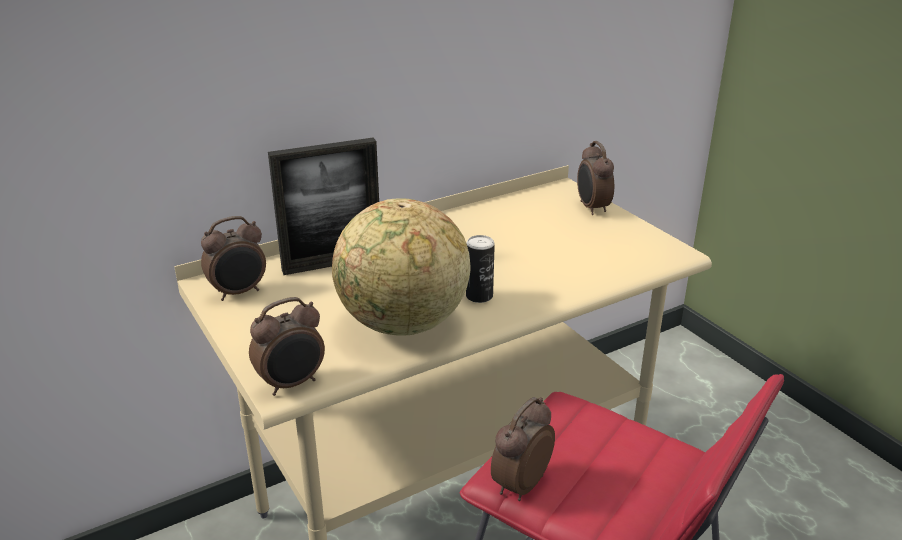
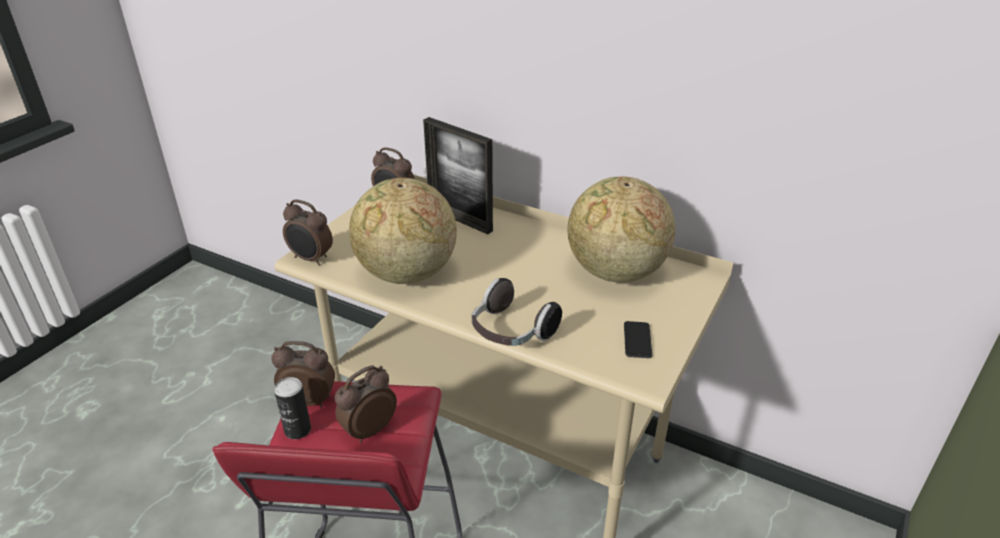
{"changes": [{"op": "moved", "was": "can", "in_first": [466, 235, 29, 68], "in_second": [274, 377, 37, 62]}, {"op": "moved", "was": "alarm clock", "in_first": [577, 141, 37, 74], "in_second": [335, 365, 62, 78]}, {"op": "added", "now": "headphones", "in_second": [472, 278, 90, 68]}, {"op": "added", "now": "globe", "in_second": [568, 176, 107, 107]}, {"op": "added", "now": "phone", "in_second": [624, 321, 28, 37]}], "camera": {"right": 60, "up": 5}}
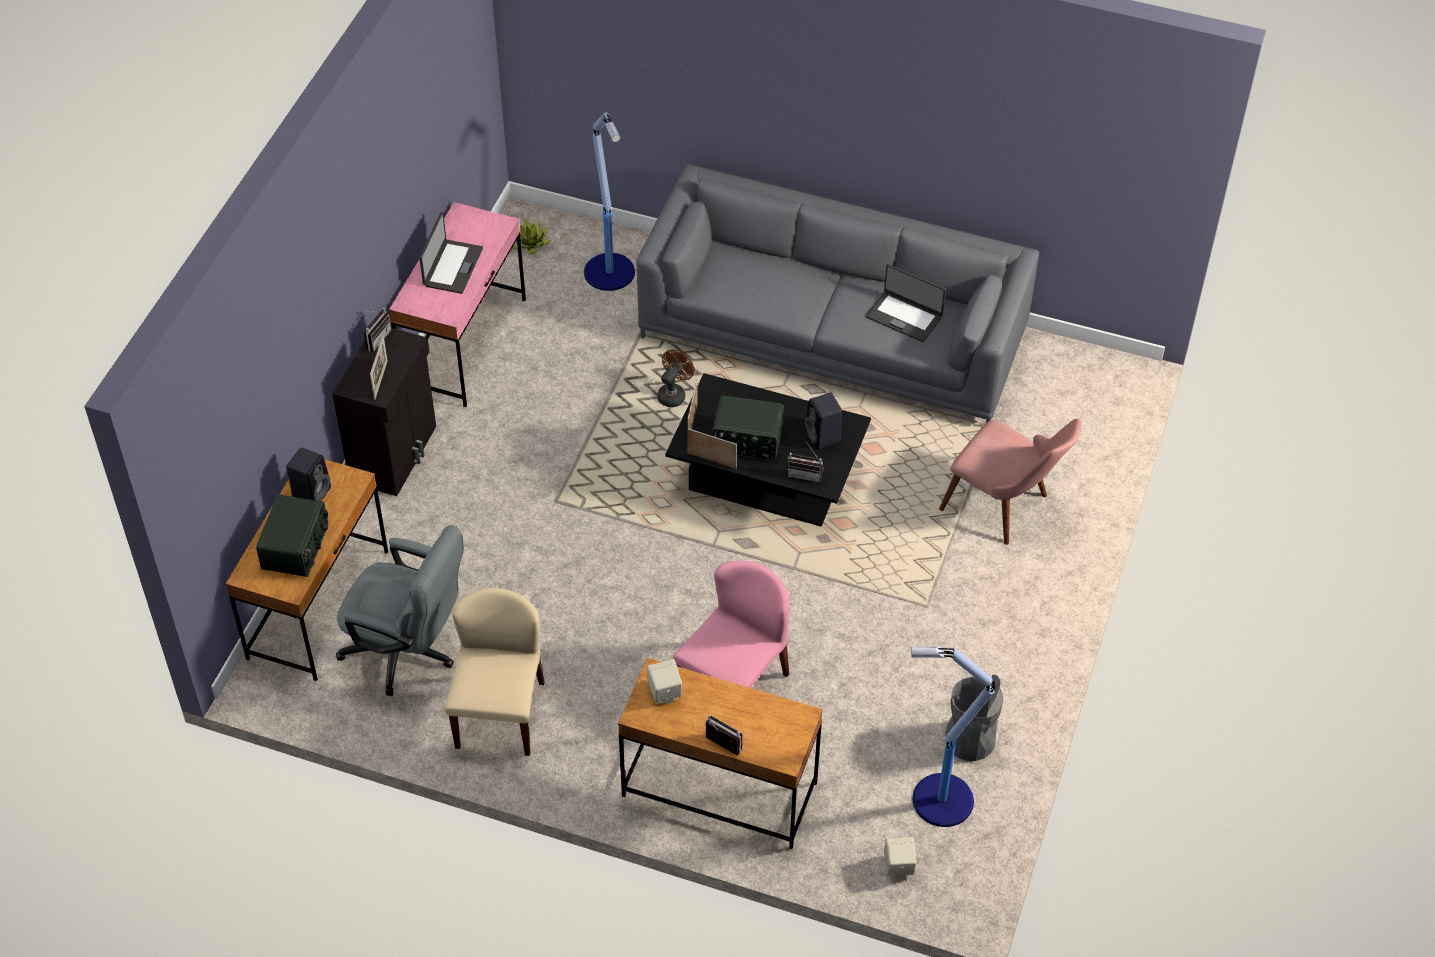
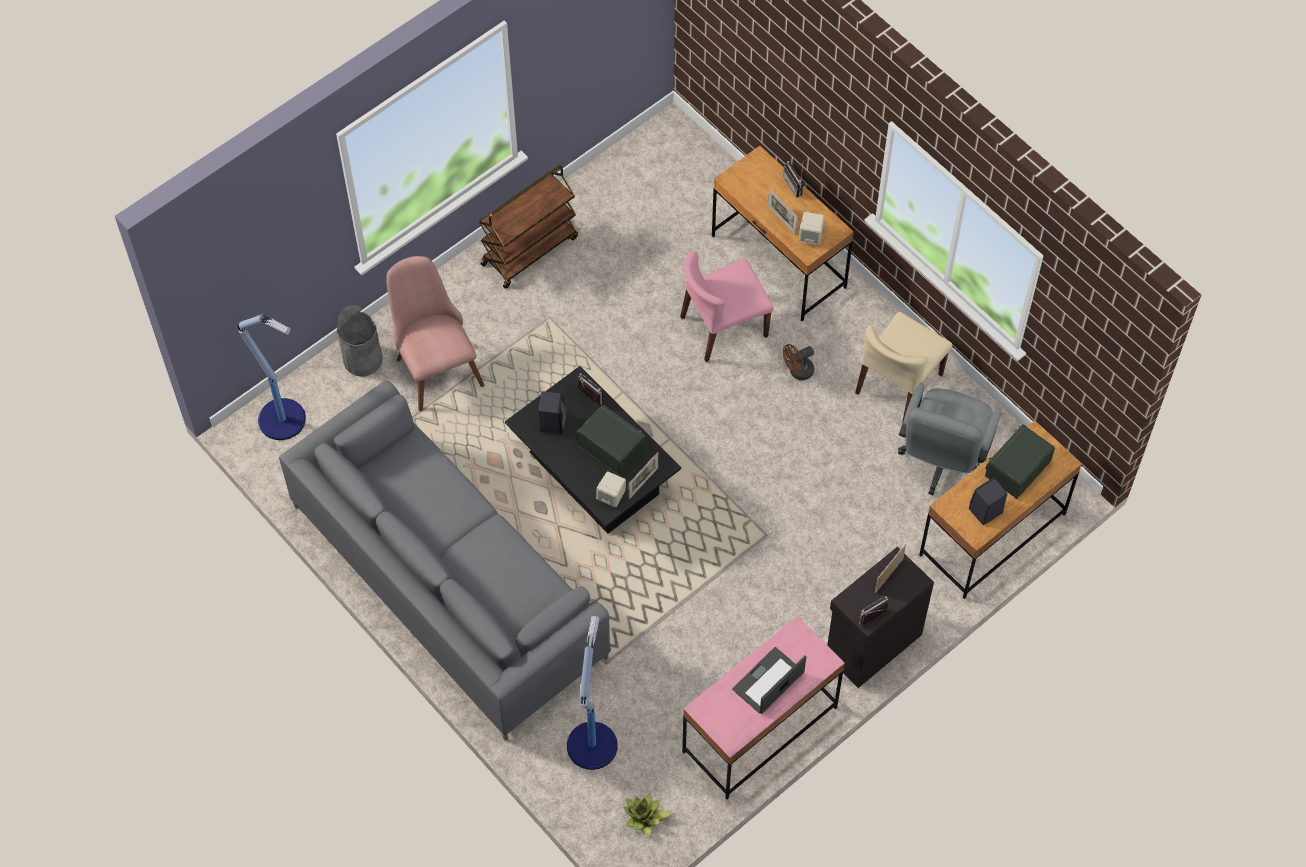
{"changes": [{"op": "turned", "was": "office chair (grey)", "in_first": [336, 525, 128, 171], "in_second": [898, 383, 103, 112], "clockwise": -120}, {"op": "moved", "was": "fan (brown)", "in_first": [657, 350, 38, 57], "in_second": [783, 344, 32, 36]}, {"op": "moved", "was": "picture frame", "in_first": [688, 429, 49, 39], "in_second": [768, 188, 30, 47]}, {"op": "removed", "was": "laptop", "in_first": [866, 264, 80, 78]}, {"op": "moved", "was": "speaker (beige)", "in_first": [884, 837, 32, 42], "in_second": [596, 471, 30, 36]}, {"op": "moved", "was": "floor lamp", "in_first": [911, 647, 84, 180], "in_second": [238, 314, 68, 126]}, {"op": "moved", "was": "trash can (grey)", "in_first": [945, 675, 58, 86], "in_second": [337, 305, 46, 71]}, {"op": "added", "now": "cart (brown)", "in_second": [479, 165, 99, 124]}], "camera": {"right": -150, "up": 10}}
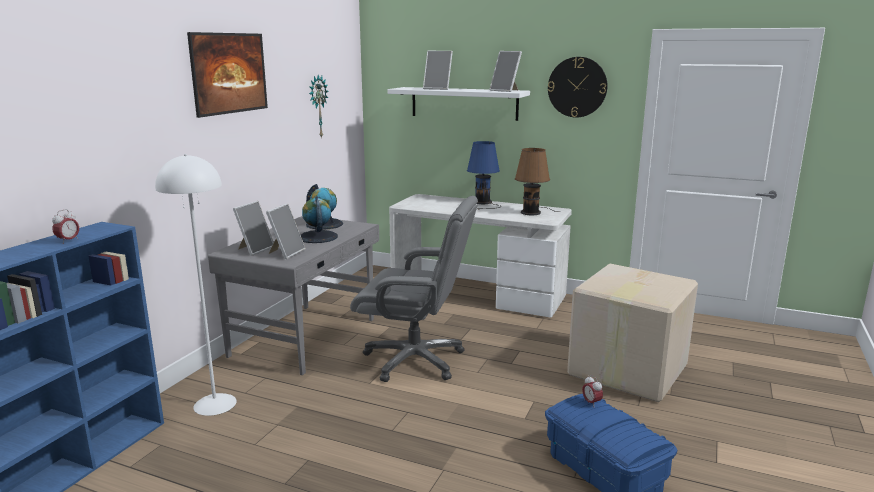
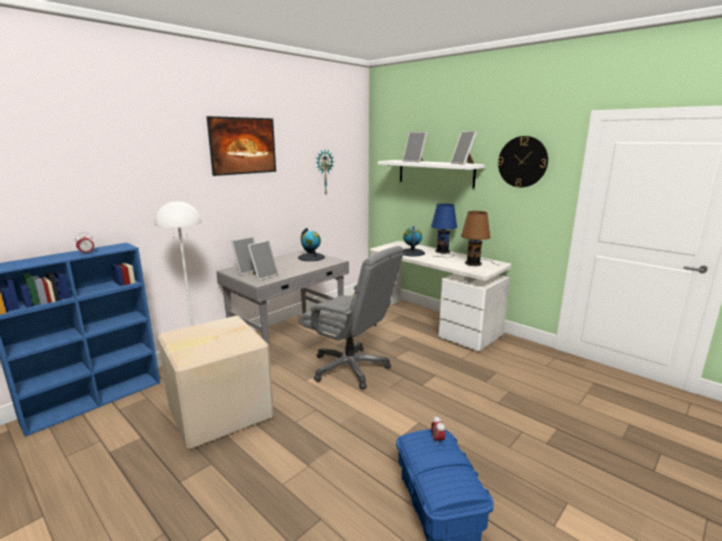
{"changes": [{"op": "moved", "was": "globe", "in_first": [301, 196, 37, 47], "in_second": [403, 226, 22, 31]}, {"op": "moved", "was": "cardboard box", "in_first": [567, 263, 131, 139], "in_second": [157, 315, 117, 134]}], "camera": {"right": 20, "up": 0}}
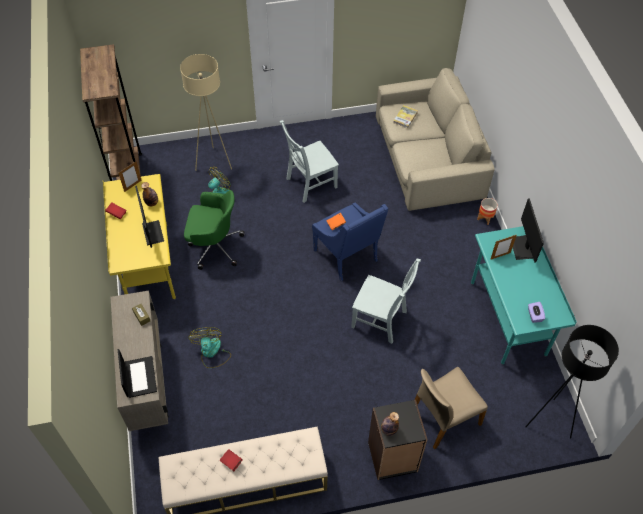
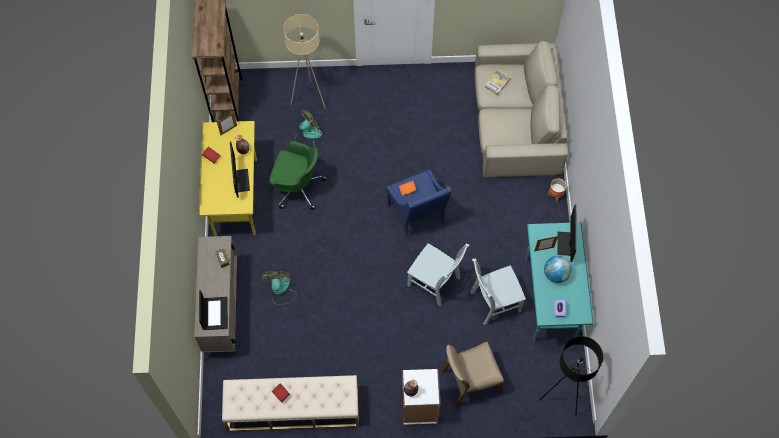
{"changes": [{"op": "moved", "was": "chair (grey)", "in_first": [280, 120, 59, 83], "in_second": [471, 259, 55, 66]}, {"op": "recoloured", "was": "bookcase (black)", "now": "bookcase (white)", "in_first": [368, 400, 60, 80], "in_second": [401, 369, 40, 56]}, {"op": "added", "now": "globe", "in_second": [544, 256, 28, 27]}], "camera": {"right": 10, "up": 10}}
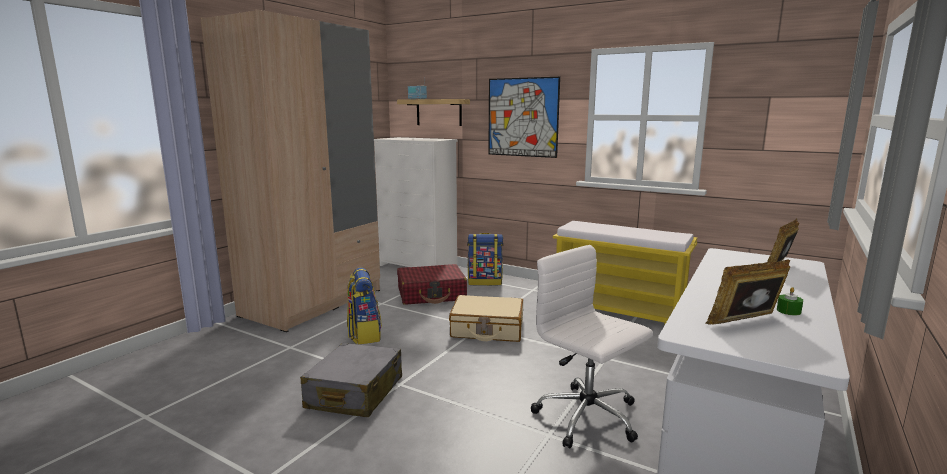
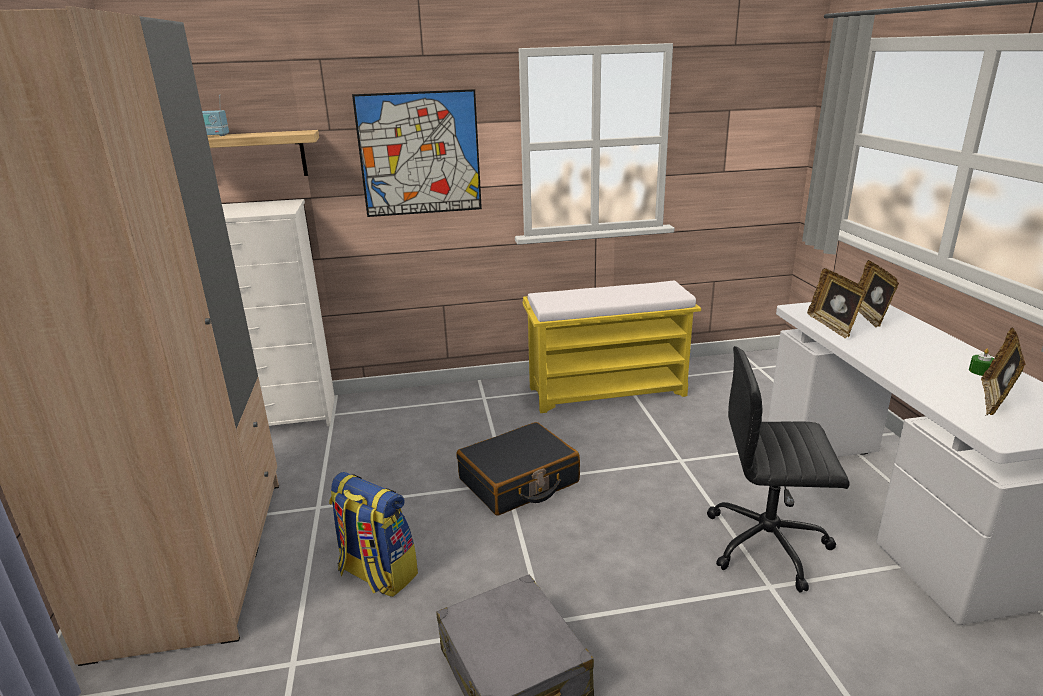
{"changes": [{"op": "removed", "was": "suitcase (red)", "in_first": [397, 264, 70, 41]}, {"op": "recoloured", "was": "suitcase (beige)", "now": "suitcase (black)", "in_first": [449, 295, 74, 47], "in_second": [457, 422, 123, 94]}, {"op": "removed", "was": "backpack", "in_first": [467, 233, 36, 53]}, {"op": "recoloured", "was": "office chair (white)", "now": "office chair (black)", "in_first": [531, 245, 122, 203], "in_second": [707, 346, 143, 247]}, {"op": "added", "now": "picture frame", "in_second": [807, 268, 59, 70]}], "camera": {"right": -40, "up": 10}}
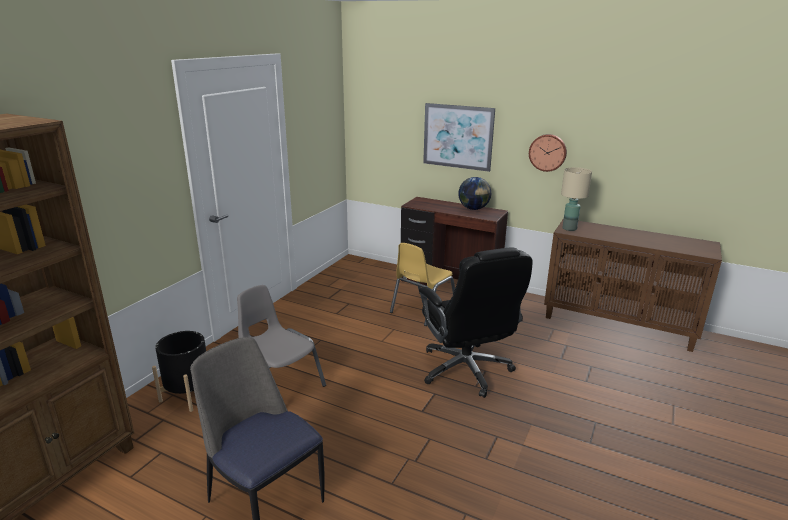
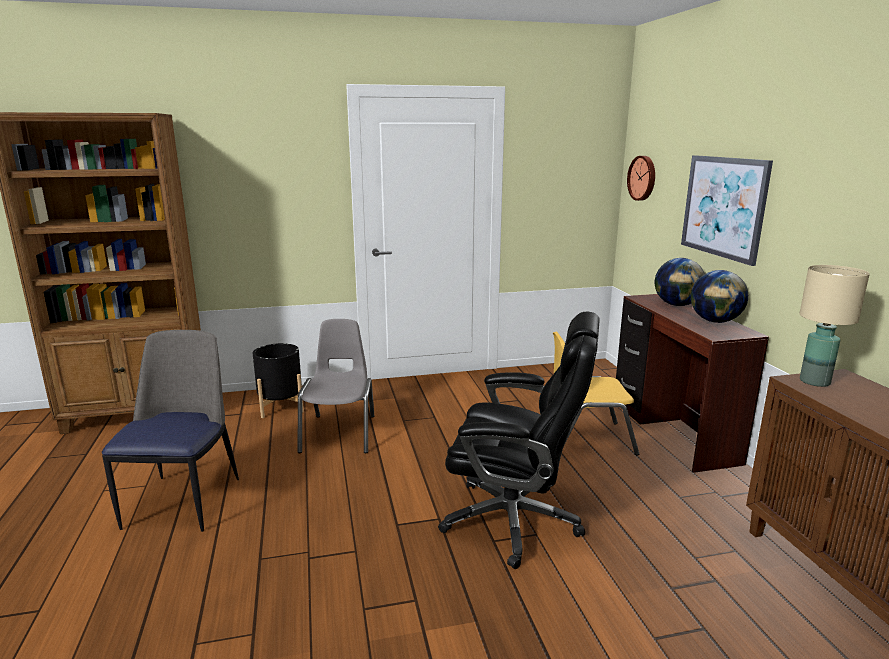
{"changes": [{"op": "turned", "was": "office chair (black)", "in_first": [419, 247, 114, 151], "in_second": [438, 311, 162, 258], "clockwise": -105}, {"op": "moved", "was": "wall clock", "in_first": [529, 134, 38, 38], "in_second": [627, 156, 28, 45]}, {"op": "added", "now": "globe", "in_second": [655, 258, 50, 48]}], "camera": {"right": 50, "up": -5}}
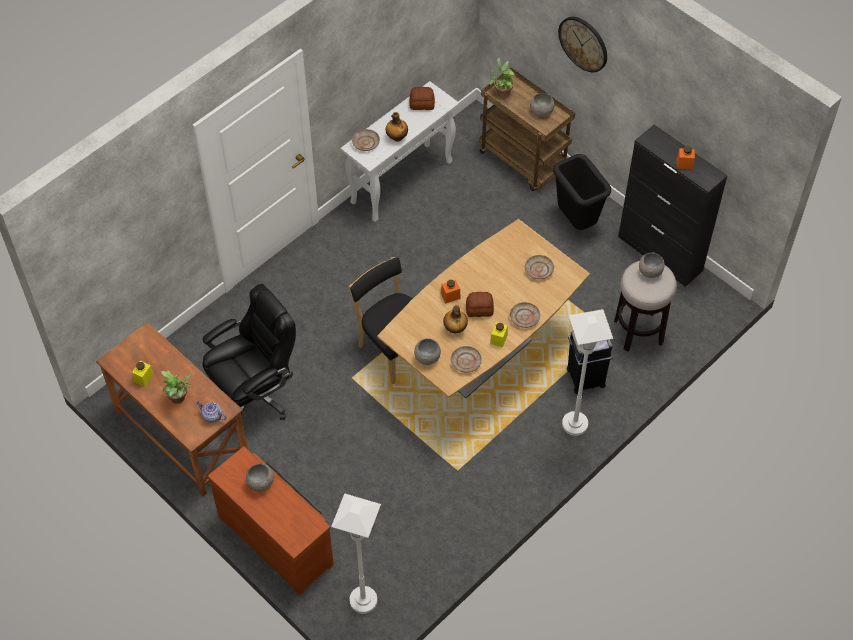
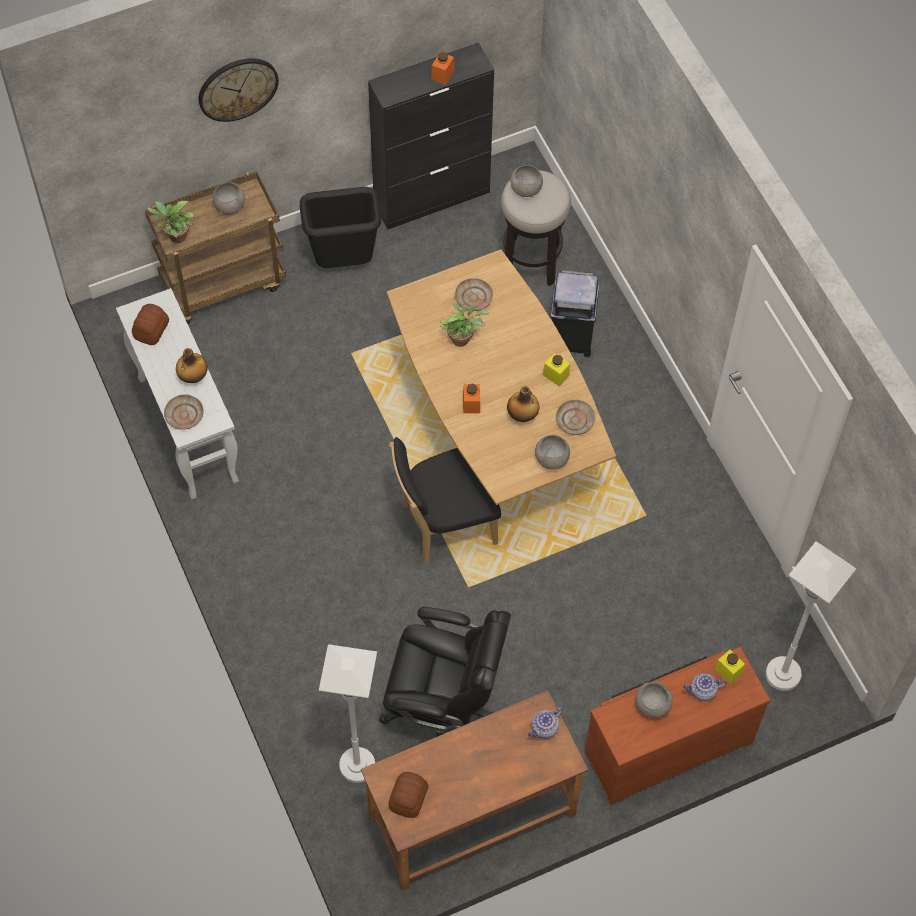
{"changes": [{"op": "moved", "was": "jar (yellow)", "in_first": [132, 361, 22, 26], "in_second": [714, 650, 31, 35]}, {"op": "moved", "was": "potted plant", "in_first": [160, 370, 31, 34], "in_second": [440, 303, 49, 44]}, {"op": "turned", "was": "office chair (black)", "in_first": [202, 284, 94, 145], "in_second": [379, 607, 132, 130], "clockwise": 120}, {"op": "moved", "was": "bread", "in_first": [466, 292, 28, 25], "in_second": [388, 772, 40, 46]}, {"op": "removed", "was": "plate (beige)", "in_first": [510, 302, 30, 26]}, {"op": "moved", "was": "floor lamp (white)", "in_first": [562, 309, 51, 127], "in_second": [319, 644, 58, 139]}, {"op": "added", "now": "teapot", "in_second": [683, 673, 44, 28]}], "camera": {"right": -70, "up": 5}}
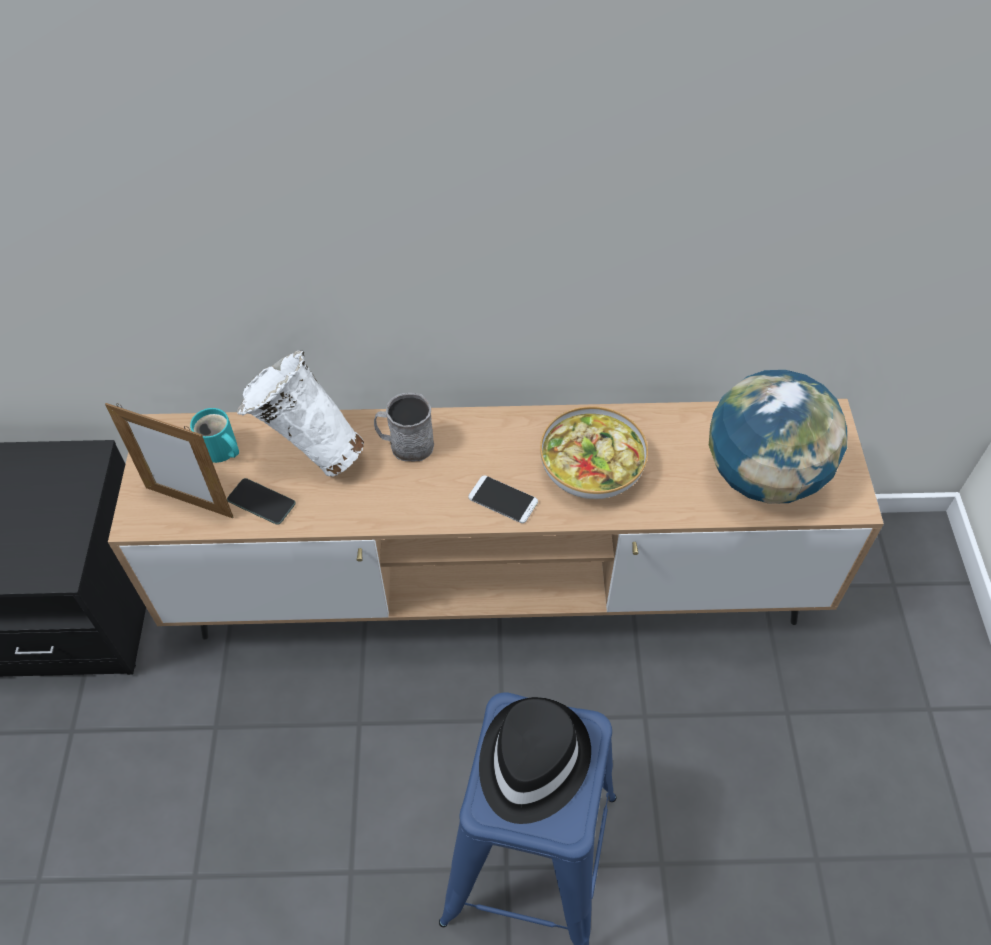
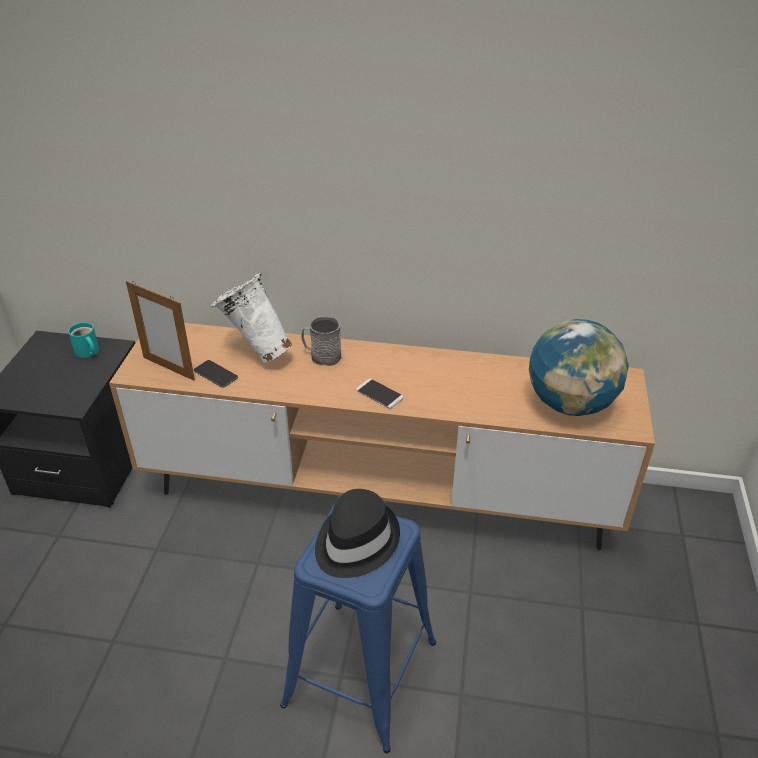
{"changes": [{"op": "moved", "was": "mug (turquoise)", "in_first": [190, 408, 49, 55], "in_second": [68, 322, 31, 36]}, {"op": "removed", "was": "bowl", "in_first": [540, 406, 108, 93]}], "camera": {"right": 10, "up": -15}}
